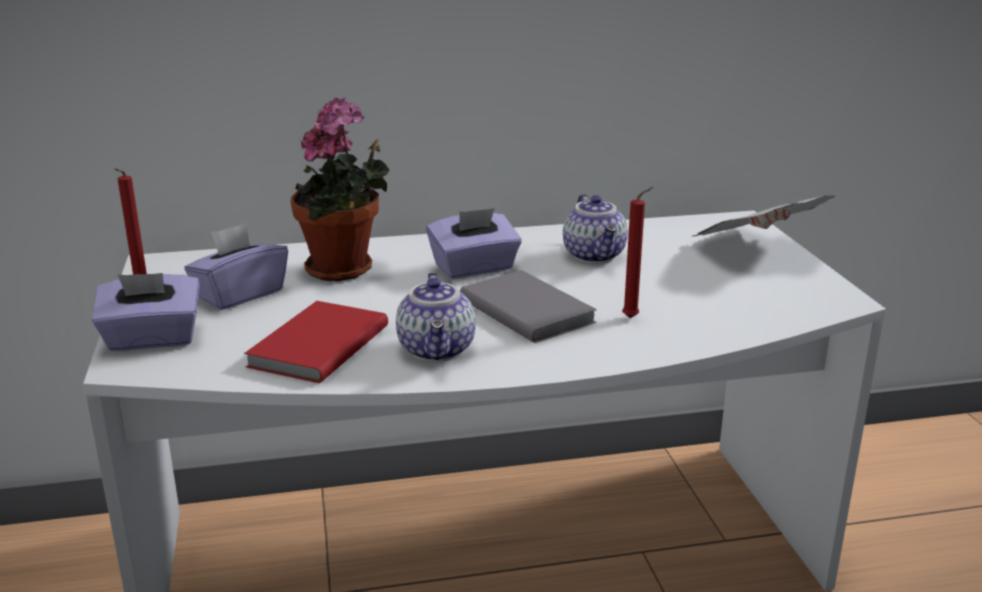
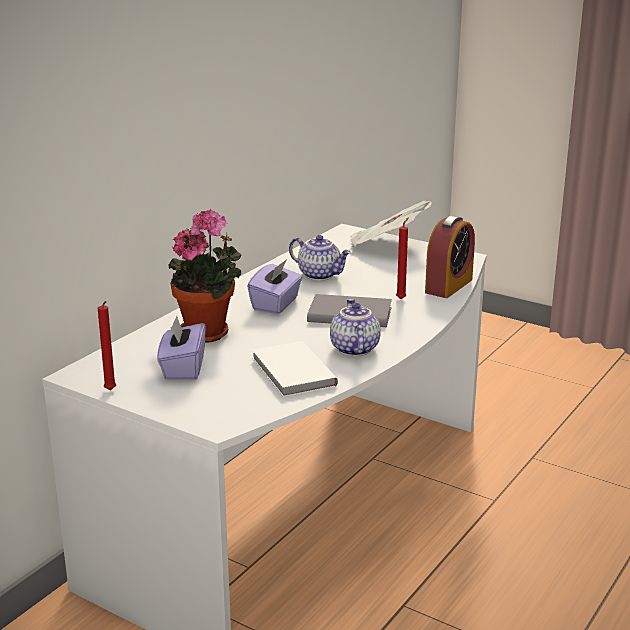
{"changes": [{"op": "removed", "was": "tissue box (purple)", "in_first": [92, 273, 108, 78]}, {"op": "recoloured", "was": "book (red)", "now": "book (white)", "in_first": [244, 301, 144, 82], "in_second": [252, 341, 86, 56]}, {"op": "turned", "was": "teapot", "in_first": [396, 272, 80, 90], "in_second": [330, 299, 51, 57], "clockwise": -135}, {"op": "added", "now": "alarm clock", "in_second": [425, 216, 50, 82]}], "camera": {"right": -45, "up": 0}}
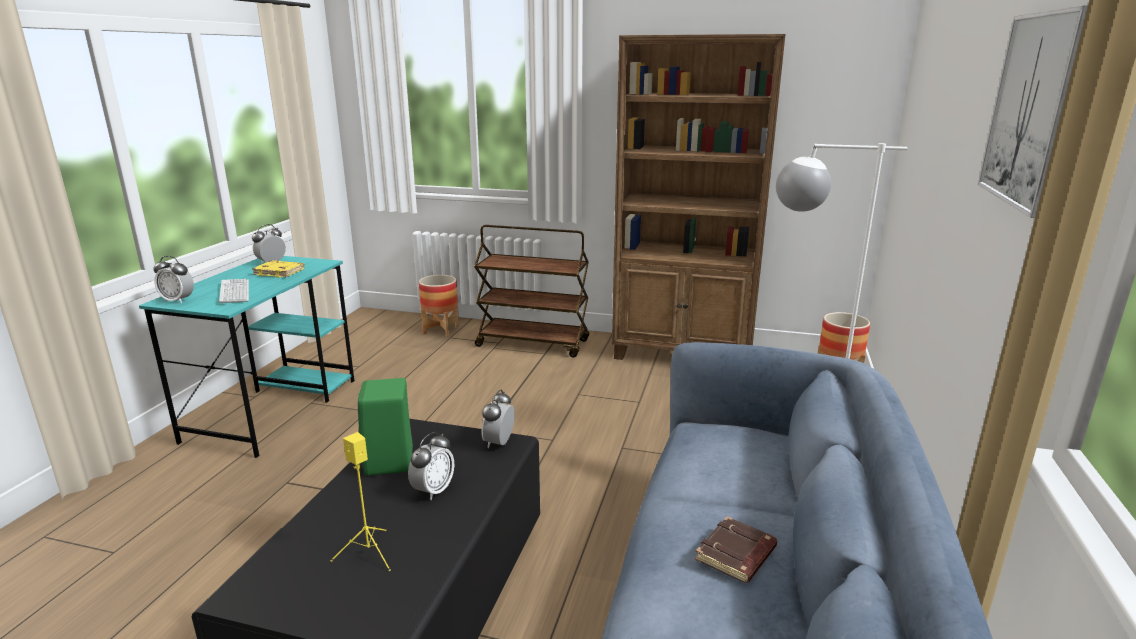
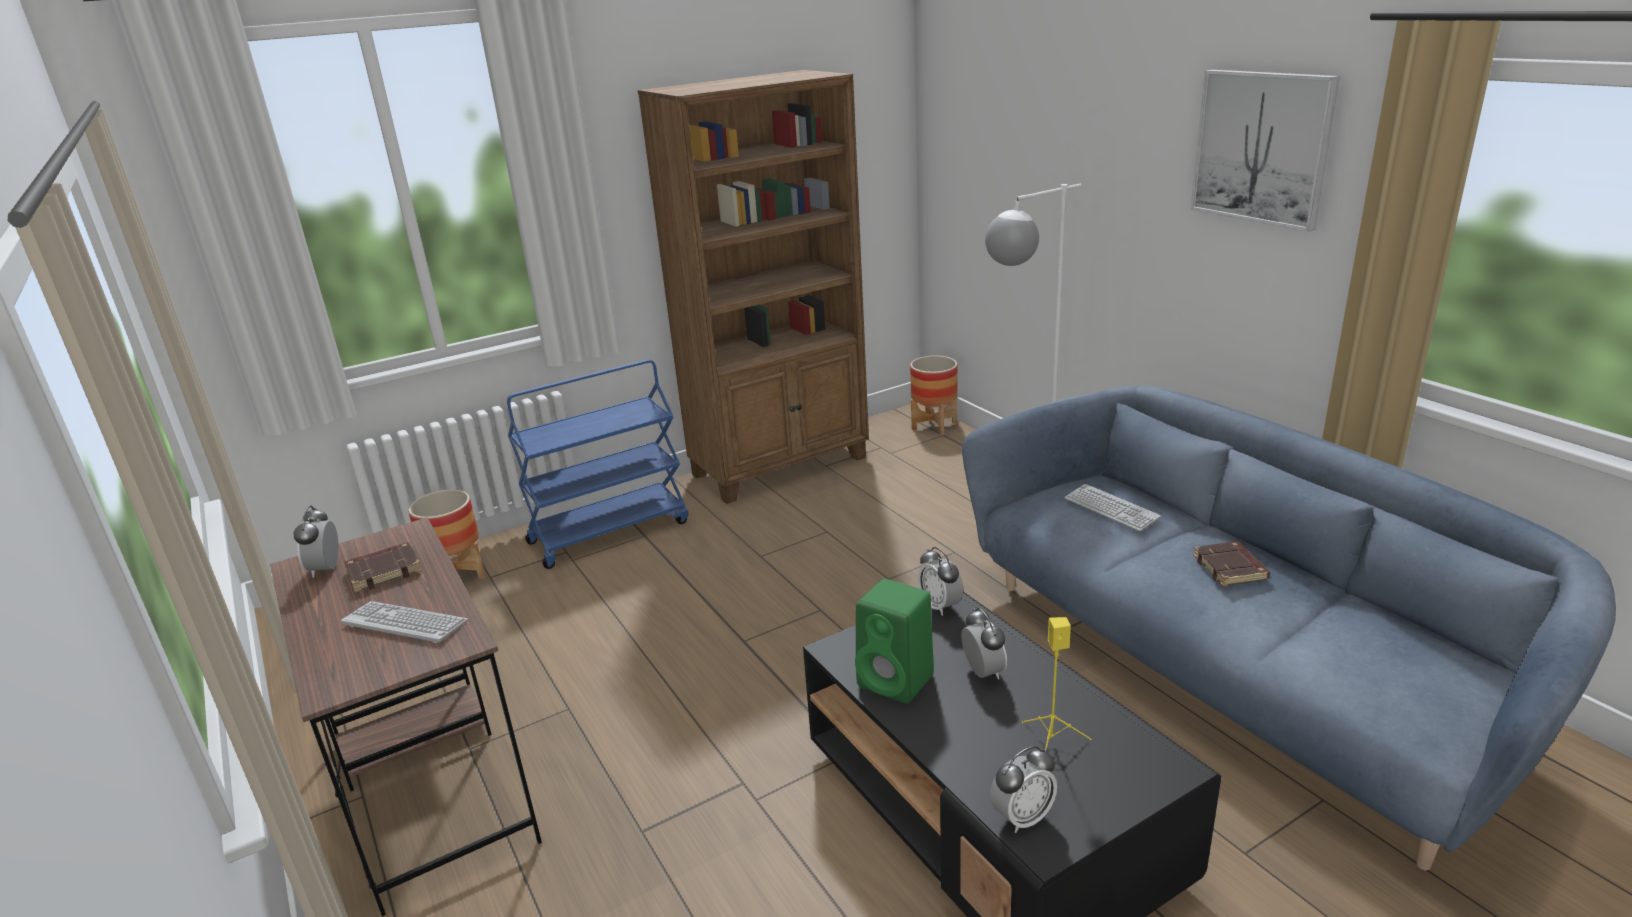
{"changes": [{"op": "recoloured", "was": "desk (turquoise)", "now": "desk (brown)", "in_first": [139, 256, 215, 202], "in_second": [270, 517, 272, 399]}, {"op": "moved", "was": "alarm clock", "in_first": [153, 256, 41, 48], "in_second": [990, 746, 67, 87]}, {"op": "recoloured", "was": "book (yellow)", "now": "book (brown)", "in_first": [252, 260, 53, 18], "in_second": [344, 542, 78, 51]}, {"op": "recoloured", "was": "cart (brown)", "now": "cart (blue)", "in_first": [474, 225, 115, 133], "in_second": [507, 360, 182, 209]}, {"op": "added", "now": "keyboard", "in_second": [1065, 484, 96, 47]}], "camera": {"right": -45, "up": 5}}
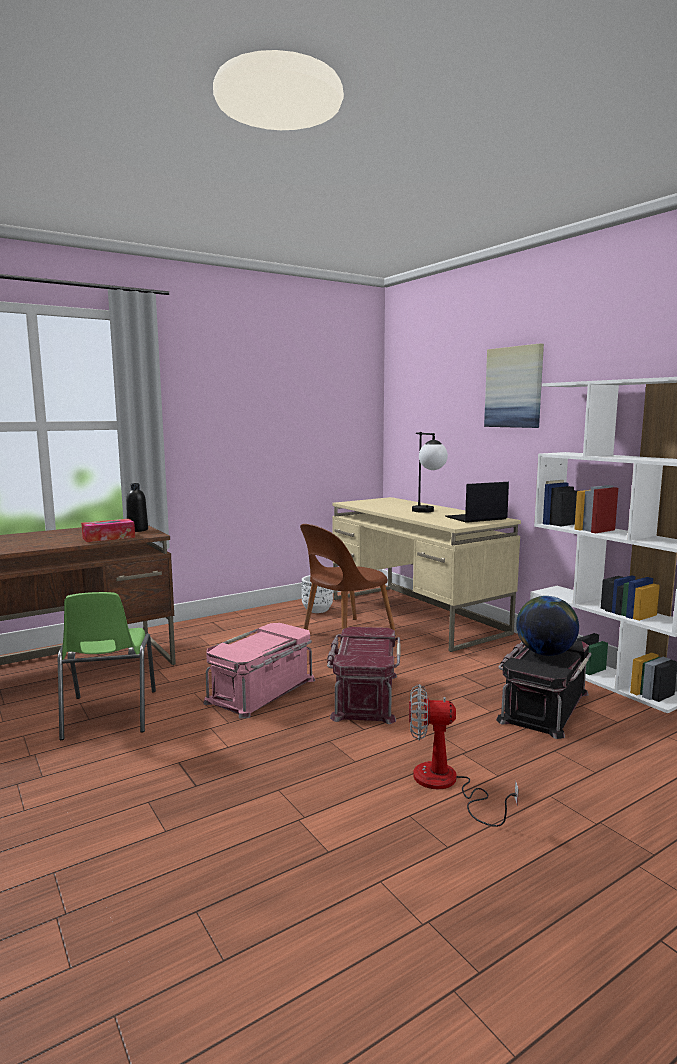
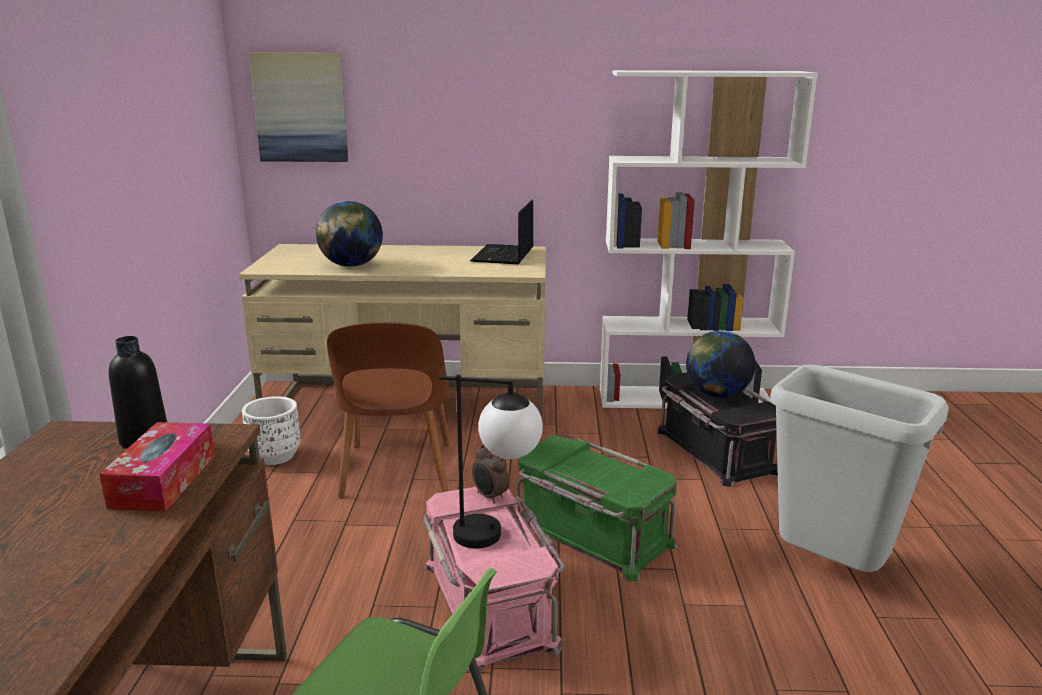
{"changes": [{"op": "recoloured", "was": "storage box (red)", "now": "storage box (green)", "in_first": [327, 627, 74, 97], "in_second": [516, 434, 162, 147]}, {"op": "replaced", "was": "fan", "now": "trash can (grey)", "in_first": [409, 684, 110, 143], "in_second": [770, 364, 179, 208]}, {"op": "moved", "was": "table lamp", "in_first": [412, 432, 36, 81], "in_second": [439, 374, 104, 175]}, {"op": "moved", "was": "picture", "in_first": [484, 344, 60, 84], "in_second": [249, 53, 99, 109]}, {"op": "added", "now": "globe", "in_second": [316, 201, 67, 66]}, {"op": "added", "now": "alarm clock", "in_second": [472, 444, 37, 60]}], "camera": {"right": -55, "up": 10}}
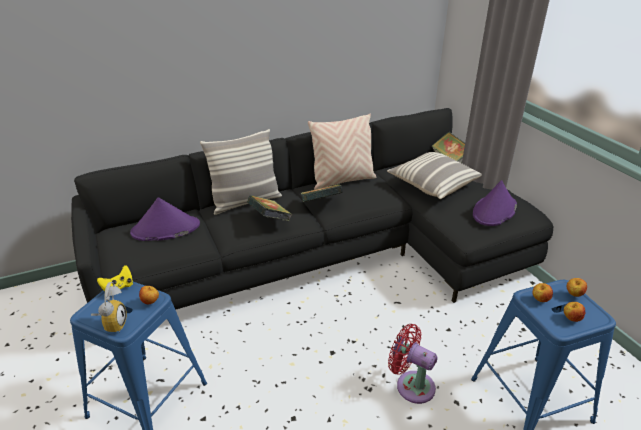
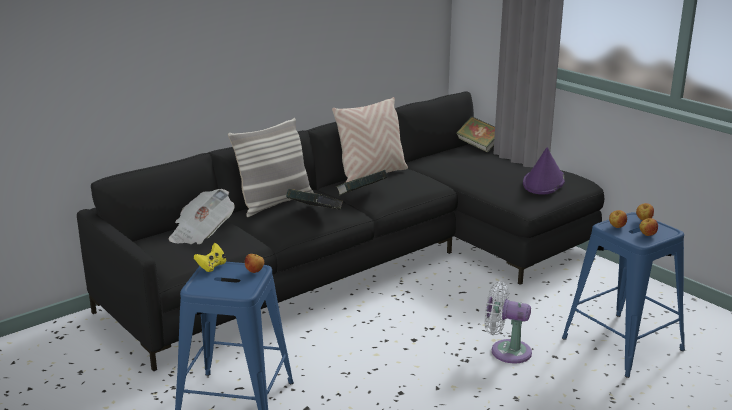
{"changes": [{"op": "removed", "was": "alarm clock", "in_first": [91, 282, 36, 50]}, {"op": "replaced", "was": "hat (purple)", "now": "newspaper", "in_first": [130, 198, 70, 43], "in_second": [169, 189, 65, 55]}, {"op": "removed", "was": "pillow", "in_first": [387, 152, 95, 47]}, {"op": "recoloured", "was": "fan (red)", "now": "fan (white)", "in_first": [388, 324, 50, 80], "in_second": [484, 281, 48, 82]}], "camera": {"right": -15, "up": -10}}
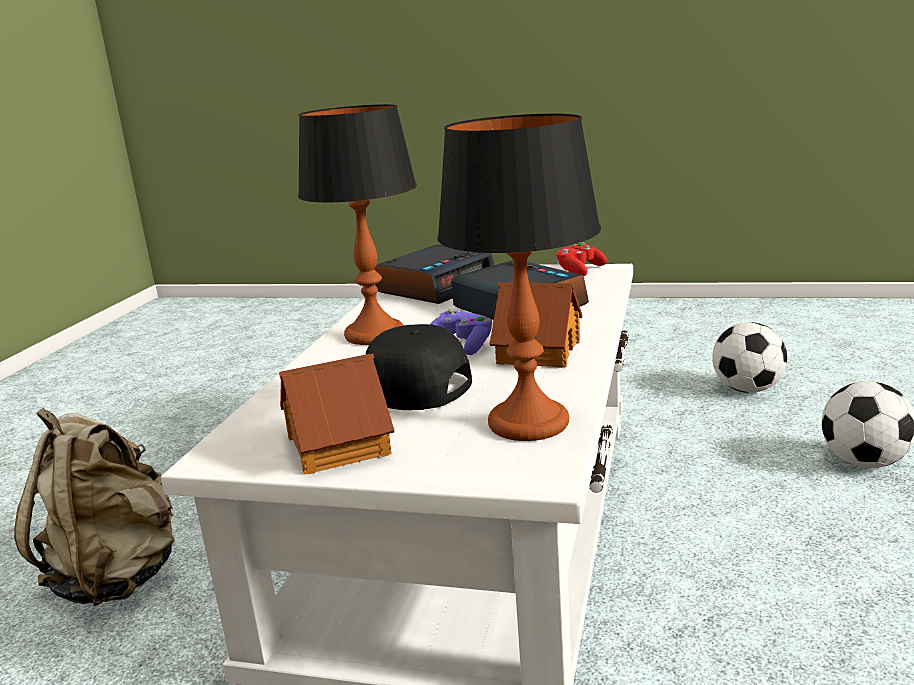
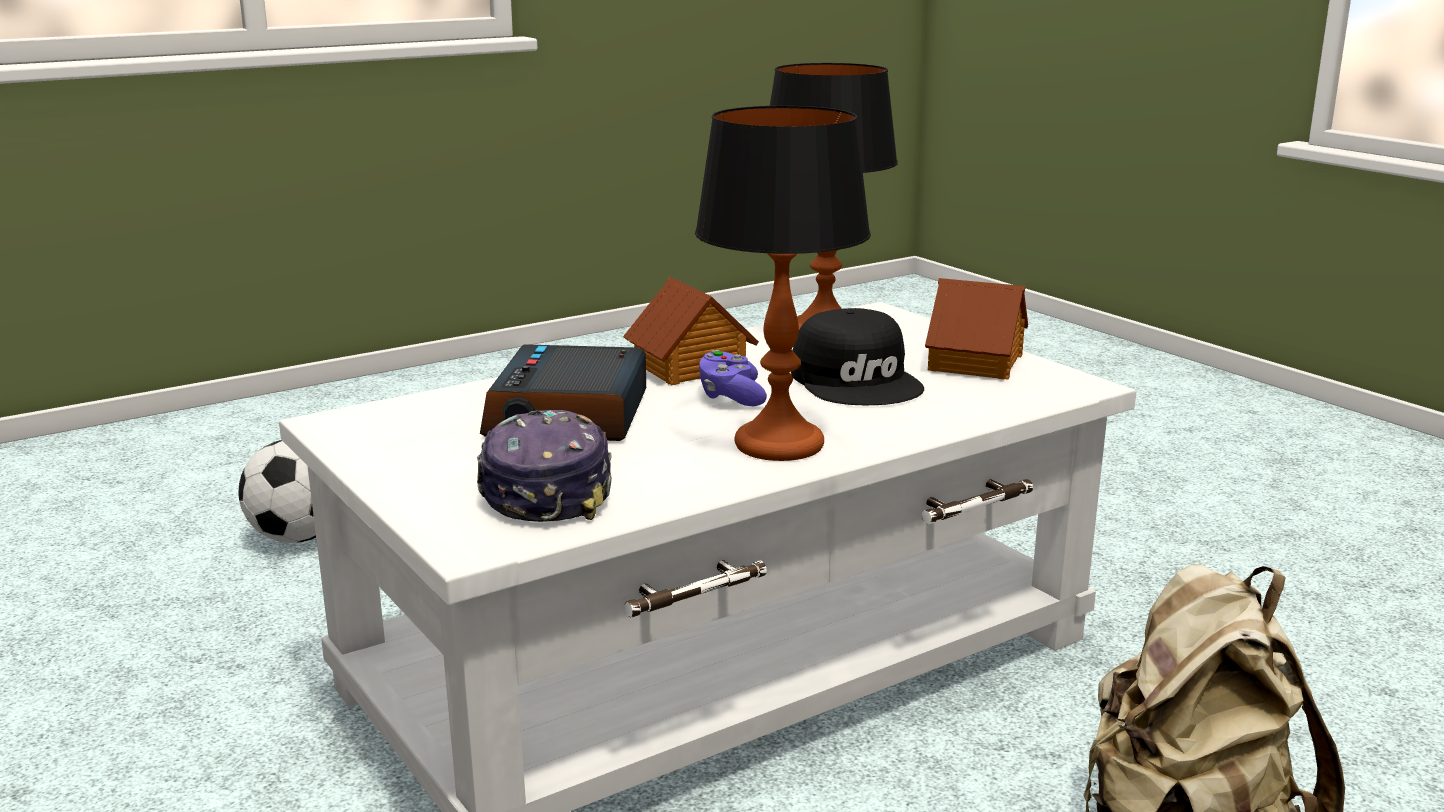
{"changes": [{"op": "replaced", "was": "alarm clock", "now": "cap", "in_first": [374, 245, 120, 59], "in_second": [477, 410, 135, 112]}, {"op": "removed", "was": "game controller (red)", "in_first": [556, 242, 51, 34]}, {"op": "removed", "was": "football", "in_first": [712, 322, 75, 71]}], "camera": {"right": -140, "up": 0}}
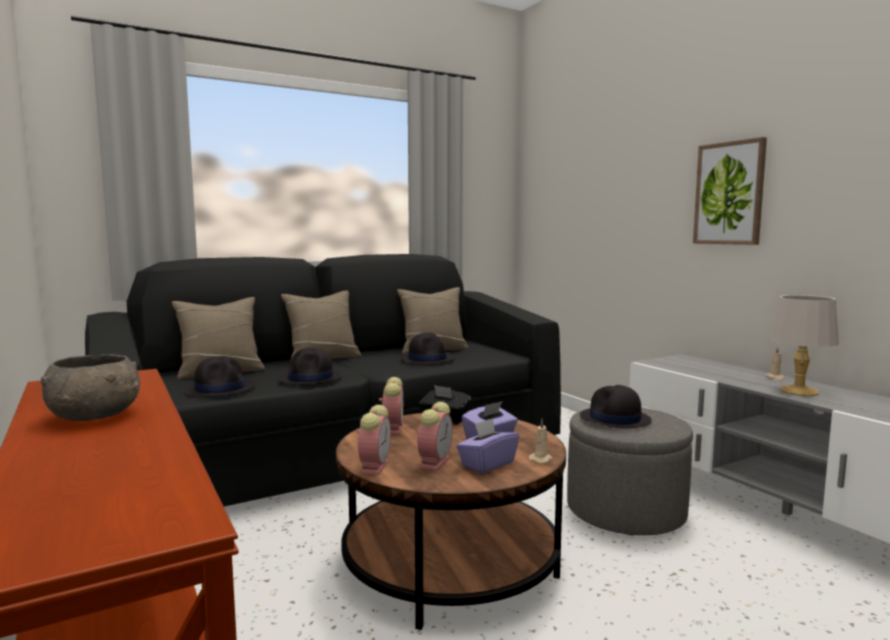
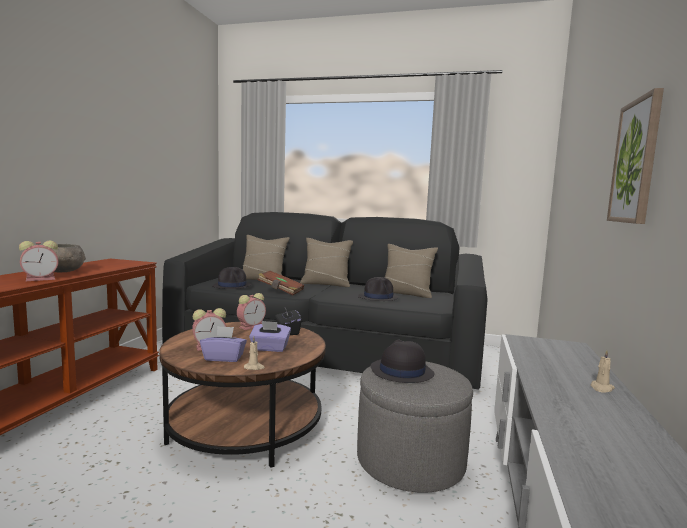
{"changes": [{"op": "replaced", "was": "hat (black)", "now": "book (brown)", "in_first": [278, 348, 64, 37], "in_second": [257, 271, 47, 24]}, {"op": "moved", "was": "alarm clock", "in_first": [358, 405, 33, 70], "in_second": [19, 241, 39, 40]}, {"op": "removed", "was": "table lamp (grey)", "in_first": [770, 295, 69, 101]}], "camera": {"right": 45, "up": 0}}
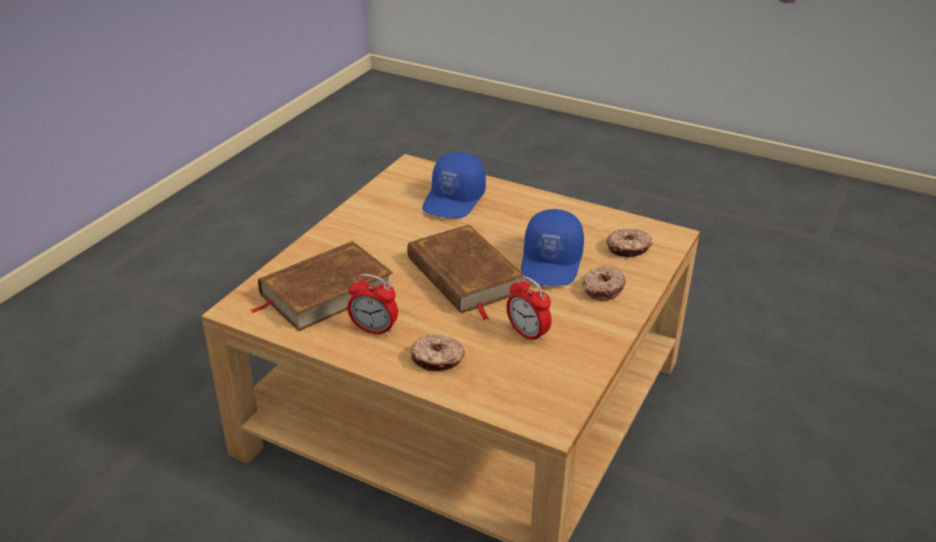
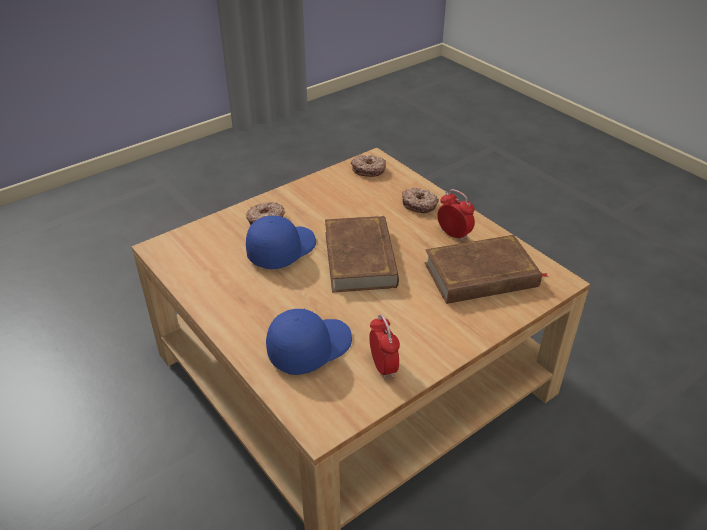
{"changes": [{"op": "moved", "was": "alarm clock", "in_first": [506, 276, 46, 68], "in_second": [369, 315, 31, 65]}, {"op": "moved", "was": "donut", "in_first": [607, 228, 46, 29], "in_second": [351, 155, 35, 22]}], "camera": {"right": -155, "up": 5}}
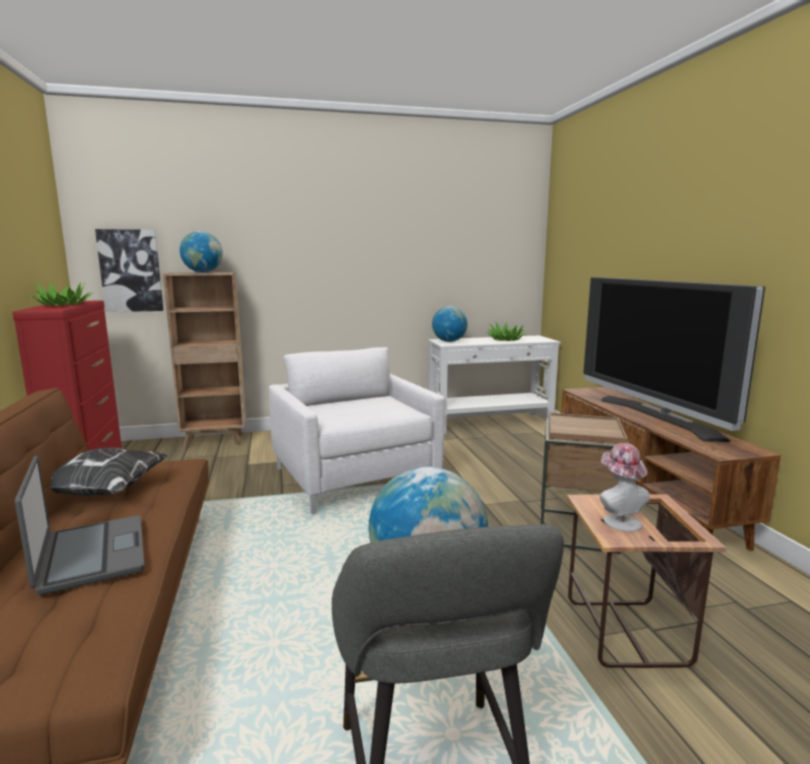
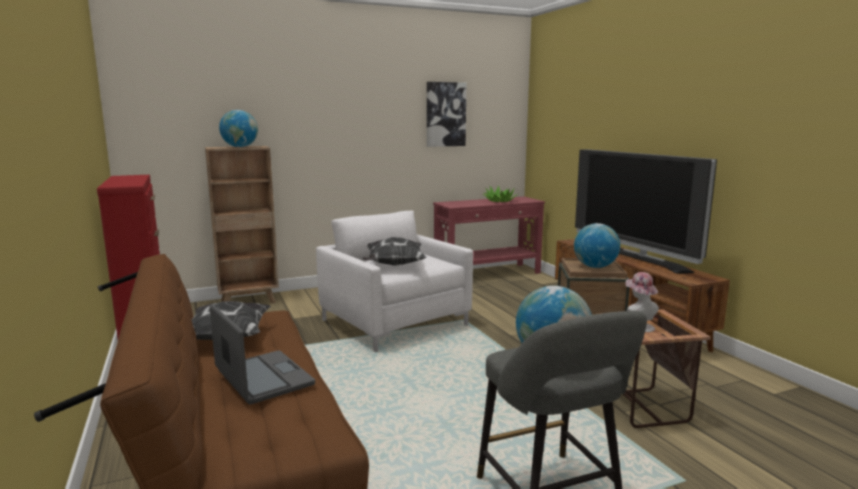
{"changes": [{"op": "removed", "was": "potted plant", "in_first": [28, 282, 64, 24]}, {"op": "moved", "was": "picture", "in_first": [95, 229, 68, 83], "in_second": [427, 82, 39, 65]}, {"op": "recoloured", "was": "console table (white)", "now": "console table (red)", "in_first": [428, 335, 132, 99], "in_second": [433, 197, 112, 77]}, {"op": "moved", "was": "globe", "in_first": [432, 306, 36, 36], "in_second": [574, 223, 46, 45]}, {"op": "added", "now": "pillow", "in_second": [362, 237, 65, 29]}], "camera": {"right": -10, "up": 0}}
